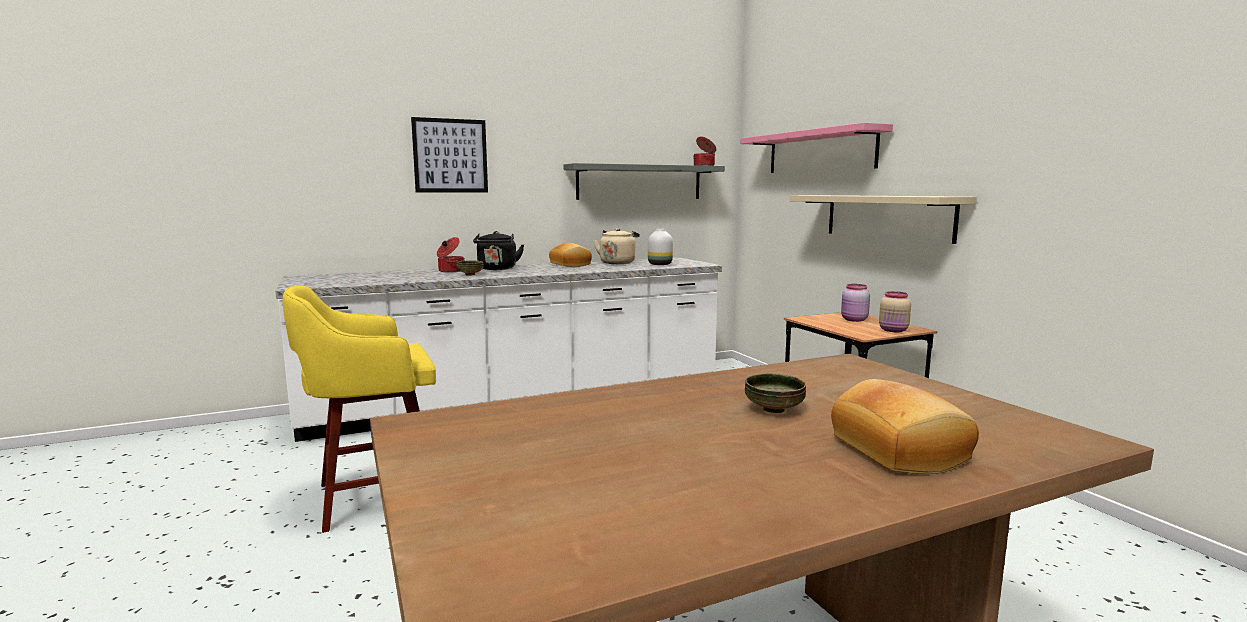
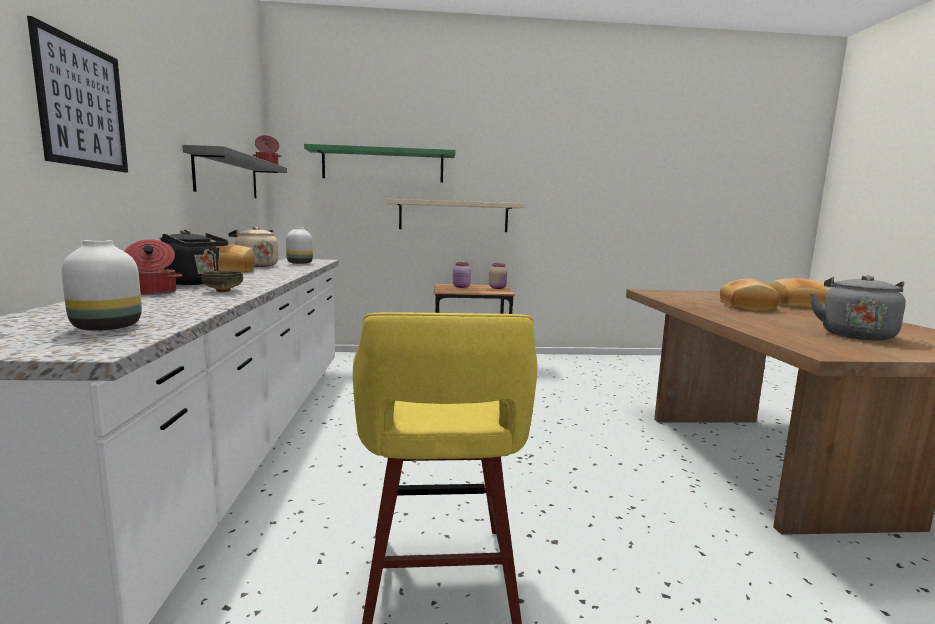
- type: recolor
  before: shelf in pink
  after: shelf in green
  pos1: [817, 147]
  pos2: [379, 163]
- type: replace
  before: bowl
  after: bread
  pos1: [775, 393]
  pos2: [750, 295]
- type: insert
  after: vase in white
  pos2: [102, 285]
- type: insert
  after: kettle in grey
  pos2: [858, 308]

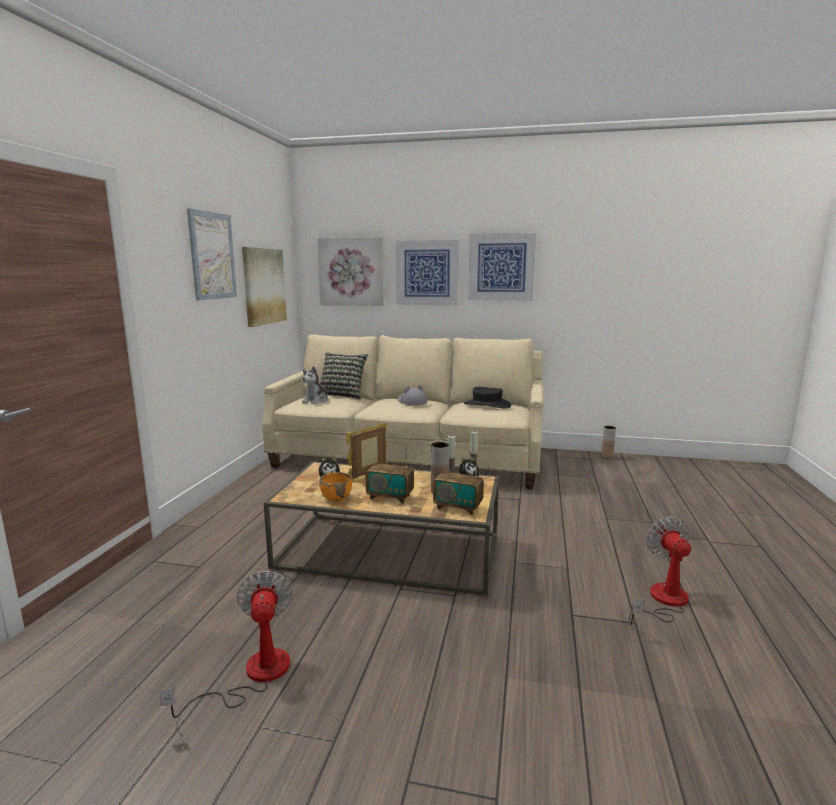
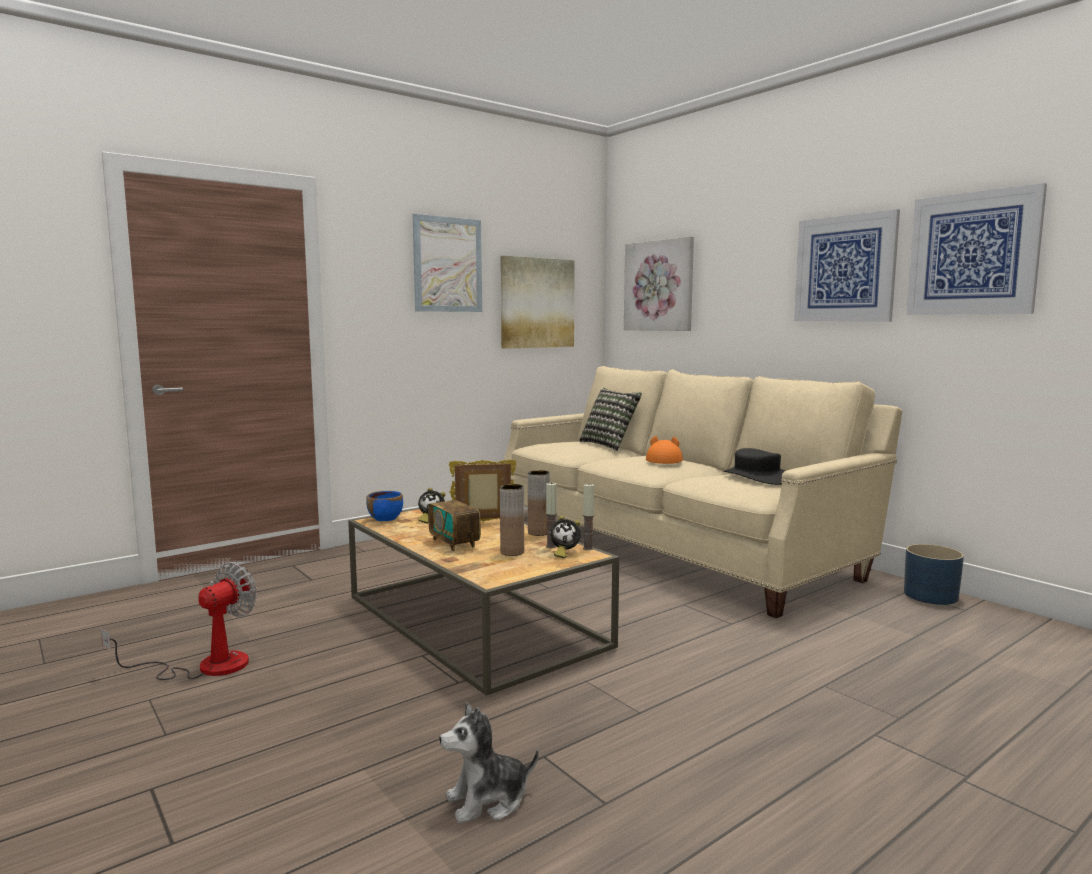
- type: move
  before: picture
  pos1: [427, 273]
  pos2: [976, 249]
- type: move
  before: plush toy
  pos1: [315, 385]
  pos2: [489, 763]
- type: recolor
  before: hat in grey
  after: hat in orange
  pos1: [412, 395]
  pos2: [664, 450]
- type: move
  before: vase in brown
  pos1: [608, 443]
  pos2: [539, 503]
- type: delete
  before: radio
  pos1: [458, 484]
- type: delete
  before: bowl in orange
  pos1: [336, 487]
- type: delete
  before: fan
  pos1: [659, 571]
- type: insert
  after: bowl in blue
  pos2: [384, 506]
- type: insert
  after: planter in blue
  pos2: [934, 574]

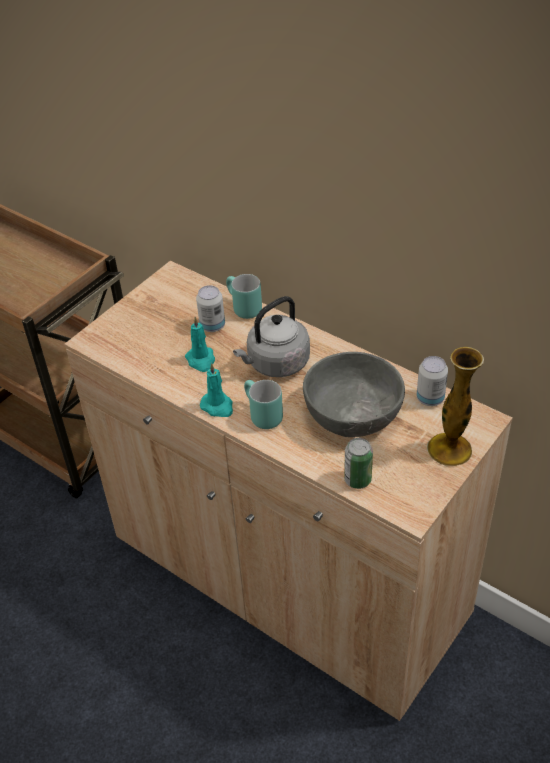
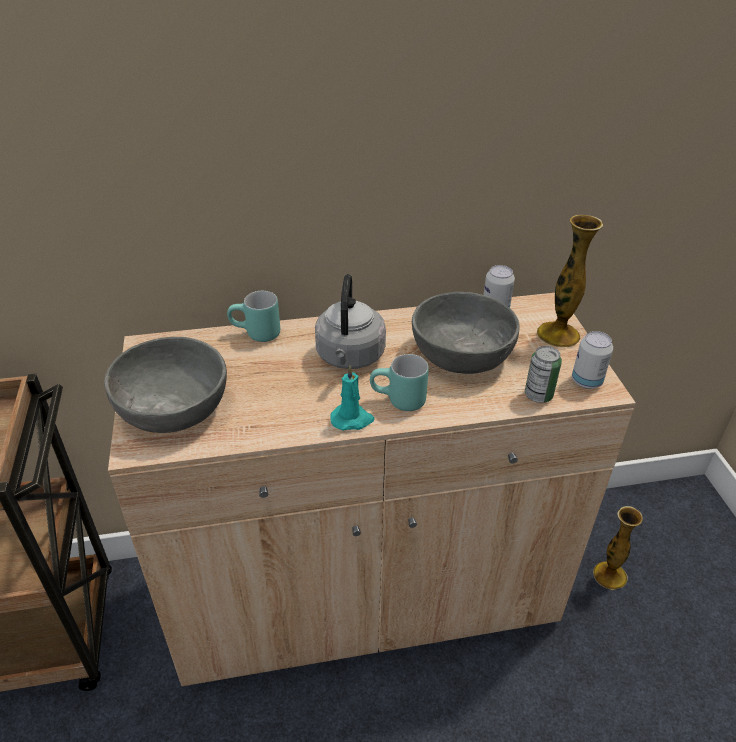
- type: move
  before: can
  pos1: [210, 308]
  pos2: [592, 360]
- type: delete
  before: candle in turquoise
  pos1: [200, 344]
- type: insert
  after: bowl in grey
  pos2: [165, 385]
- type: insert
  after: vase
  pos2: [618, 548]

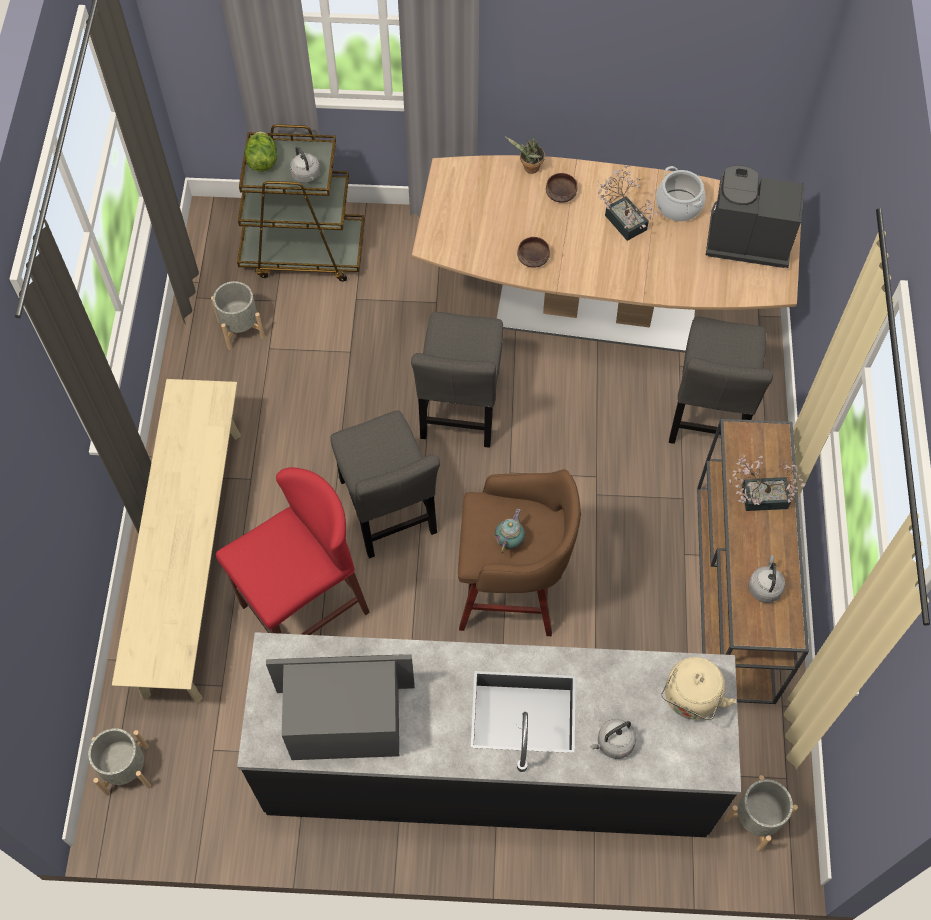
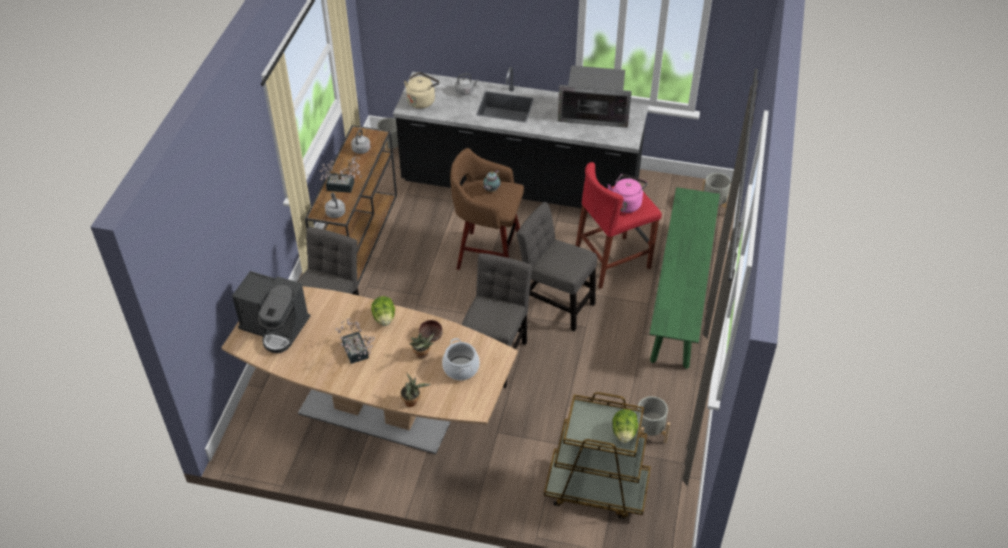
- type: move
  before: kettle in grey
  pos1: [305, 164]
  pos2: [335, 205]
- type: move
  before: cooking pot
  pos1: [681, 193]
  pos2: [461, 359]
- type: delete
  before: bowl in brown
  pos1: [561, 188]
- type: recolor
  before: bench in beige
  after: bench in green
  pos1: [176, 541]
  pos2: [685, 278]
- type: rotate
  before: chair in grey
  pos1: [385, 484]
  pos2: [556, 266]
  turn: -45
- type: insert
  after: kettle in pink
  pos2: [628, 193]
- type: insert
  after: lettuce
  pos2: [383, 311]
- type: insert
  after: potted plant
  pos2: [422, 346]

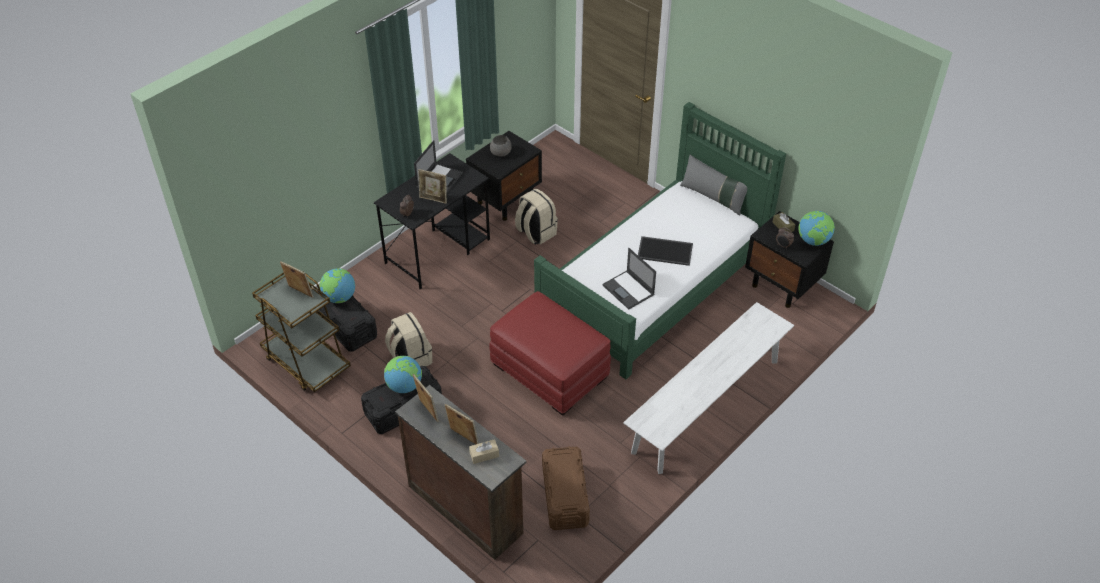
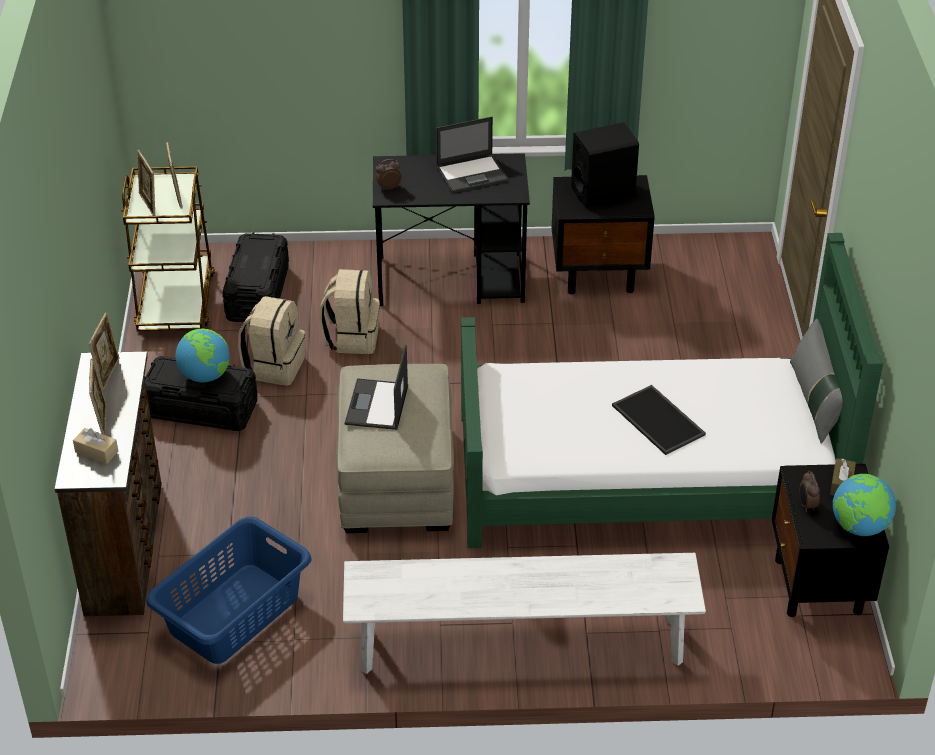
- type: replace
  before: bowl in grey
  after: speaker in black
  pos1: [501, 146]
  pos2: [605, 165]
- type: move
  before: picture frame
  pos1: [432, 186]
  pos2: [146, 183]
- type: move
  before: backpack in beige
  pos1: [536, 217]
  pos2: [349, 311]
- type: move
  before: laptop
  pos1: [629, 278]
  pos2: [376, 387]
- type: delete
  before: globe
  pos1: [337, 285]
- type: recolor
  before: ottoman in red
  after: ottoman in beige
  pos1: [550, 353]
  pos2: [395, 448]
- type: replace
  before: storage box in brown
  after: laundry basket in blue
  pos1: [566, 488]
  pos2: [229, 590]

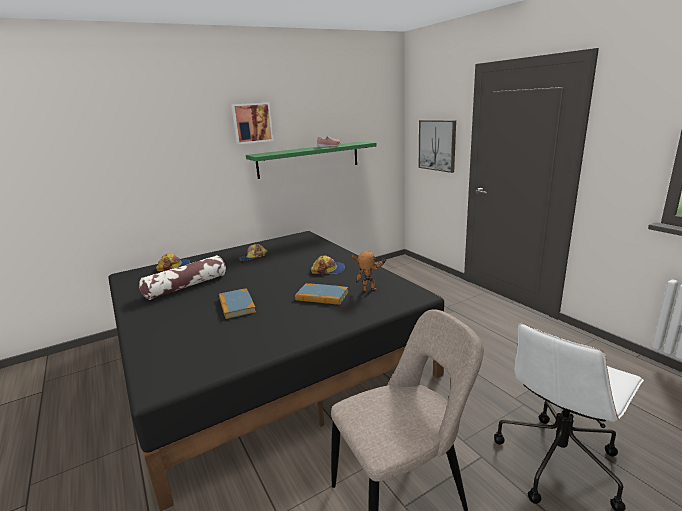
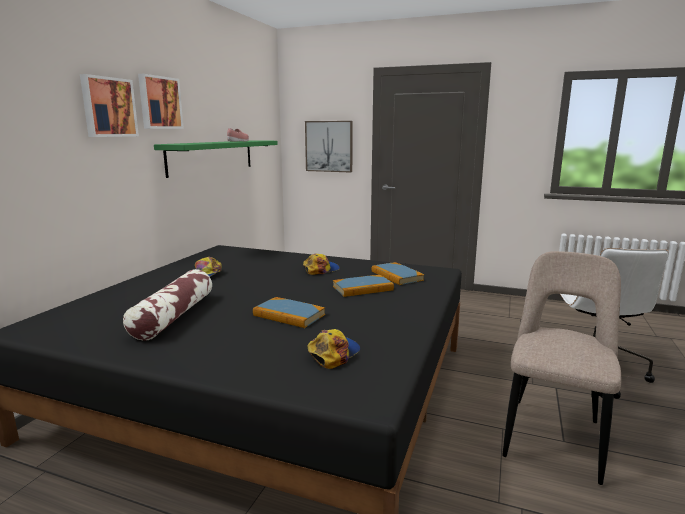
- type: replace
  before: toy robot
  after: book
  pos1: [369, 271]
  pos2: [397, 273]
- type: move
  before: cap
  pos1: [173, 262]
  pos2: [334, 349]
- type: insert
  after: picture
  pos2: [109, 105]

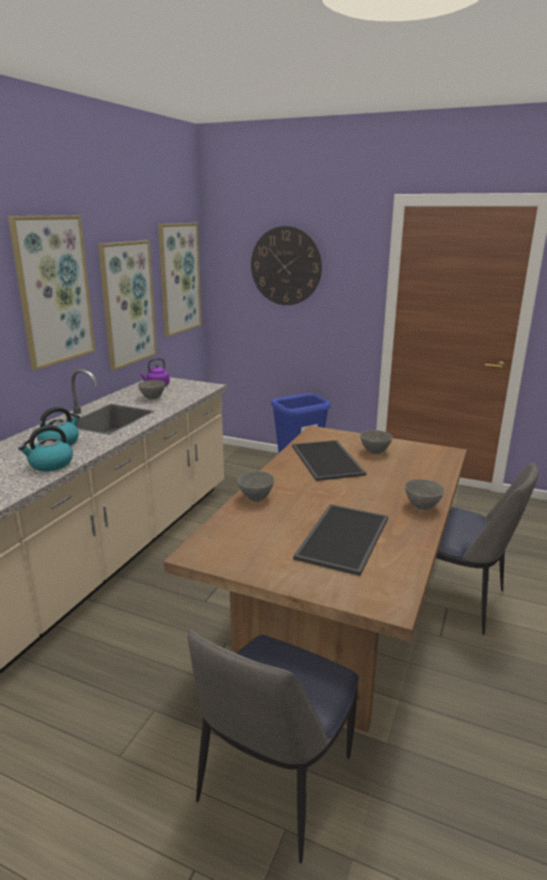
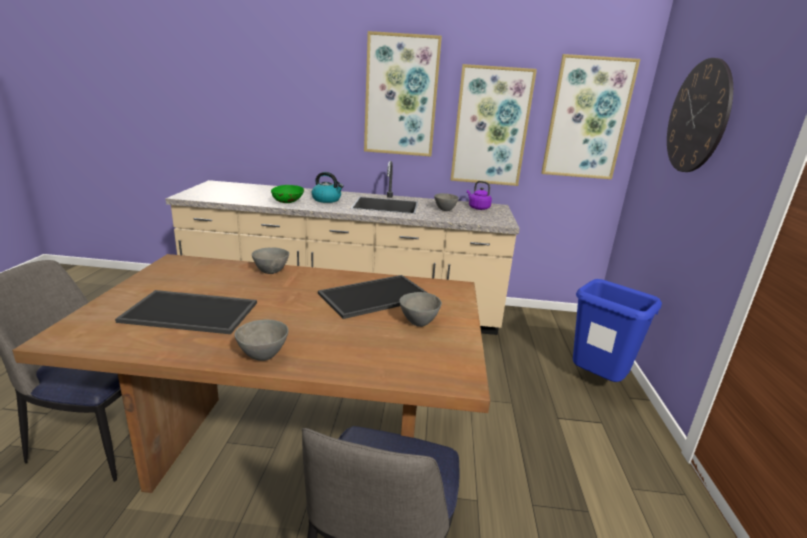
- type: replace
  before: kettle
  after: bowl in green
  pos1: [45, 448]
  pos2: [287, 194]

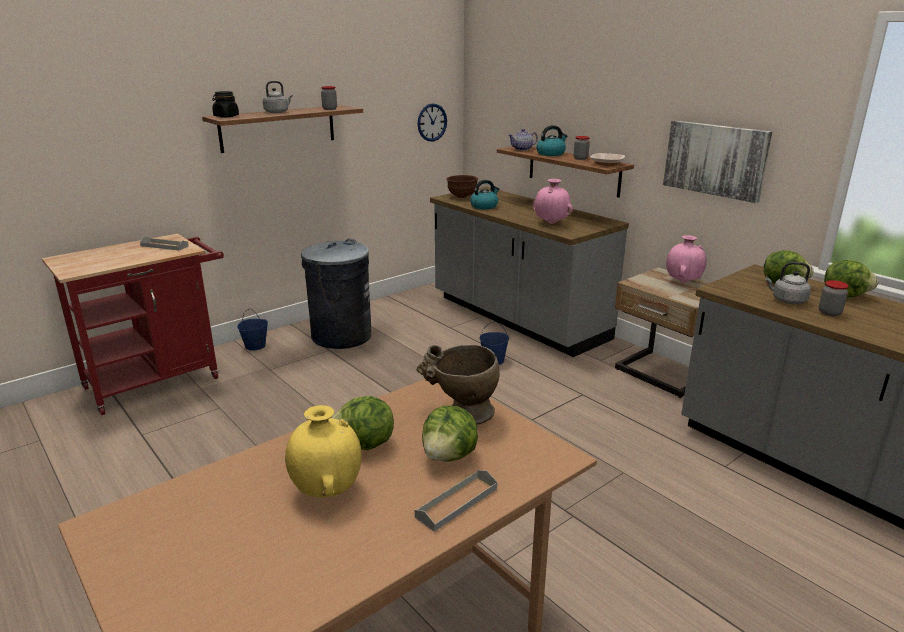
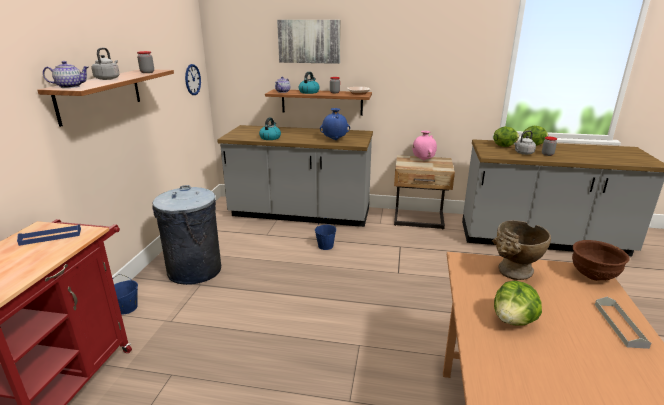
- type: replace
  before: jar in black
  after: teapot
  pos1: [225, 104]
  pos2: [66, 74]
- type: move
  before: picture
  pos1: [717, 161]
  pos2: [309, 42]
- type: move
  before: bowl in brown
  pos1: [462, 186]
  pos2: [601, 260]
- type: recolor
  before: vase in pink
  after: vase in blue
  pos1: [553, 201]
  pos2: [335, 124]
- type: recolor
  before: tray in grey
  after: tray in blue
  pos1: [164, 243]
  pos2: [49, 235]
- type: delete
  before: vase in yellow
  pos1: [323, 451]
- type: delete
  before: lettuce
  pos1: [450, 434]

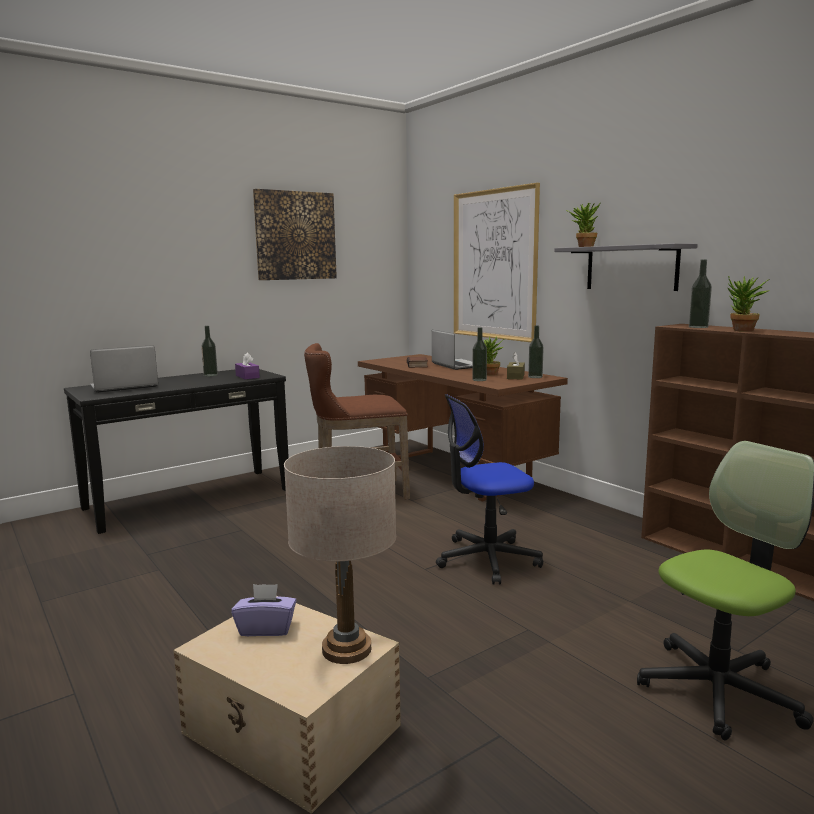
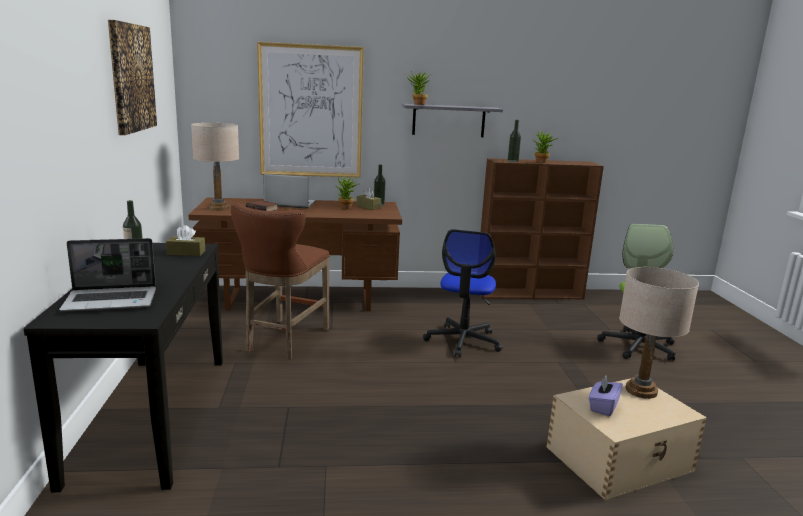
- type: delete
  before: bottle
  pos1: [479, 354]
- type: rotate
  before: laptop
  pos1: [124, 369]
  pos2: [107, 275]
  turn: -105
- type: recolor
  before: tissue box in purple
  after: tissue box in brown
  pos1: [247, 366]
  pos2: [185, 240]
- type: insert
  after: table lamp in beige
  pos2: [215, 167]

